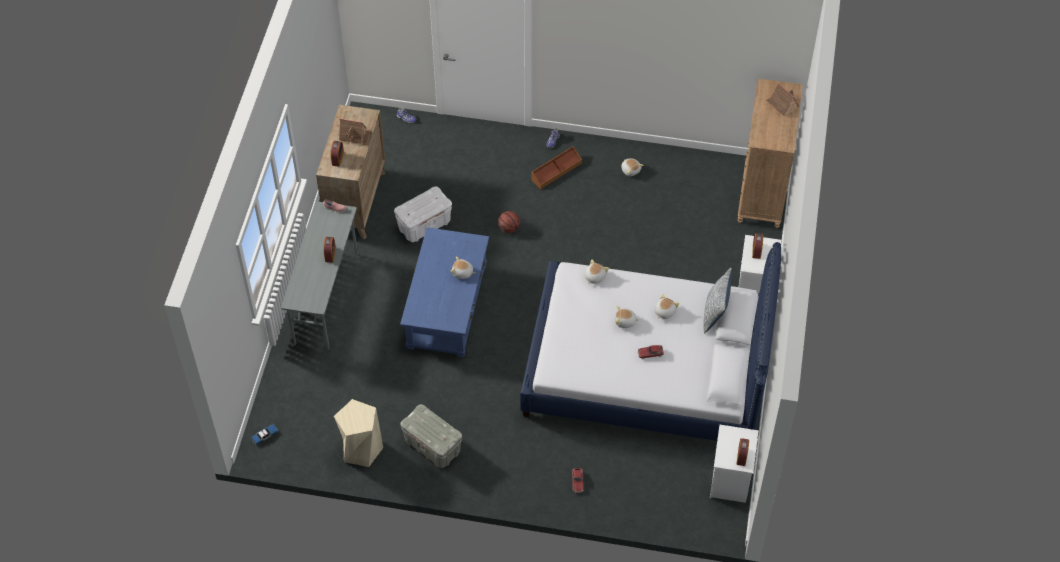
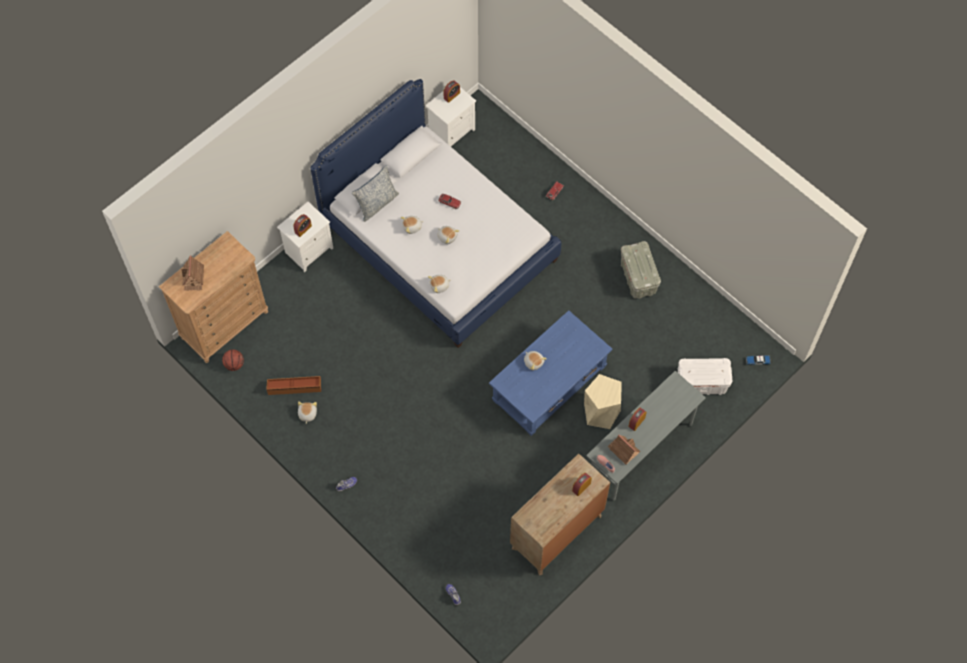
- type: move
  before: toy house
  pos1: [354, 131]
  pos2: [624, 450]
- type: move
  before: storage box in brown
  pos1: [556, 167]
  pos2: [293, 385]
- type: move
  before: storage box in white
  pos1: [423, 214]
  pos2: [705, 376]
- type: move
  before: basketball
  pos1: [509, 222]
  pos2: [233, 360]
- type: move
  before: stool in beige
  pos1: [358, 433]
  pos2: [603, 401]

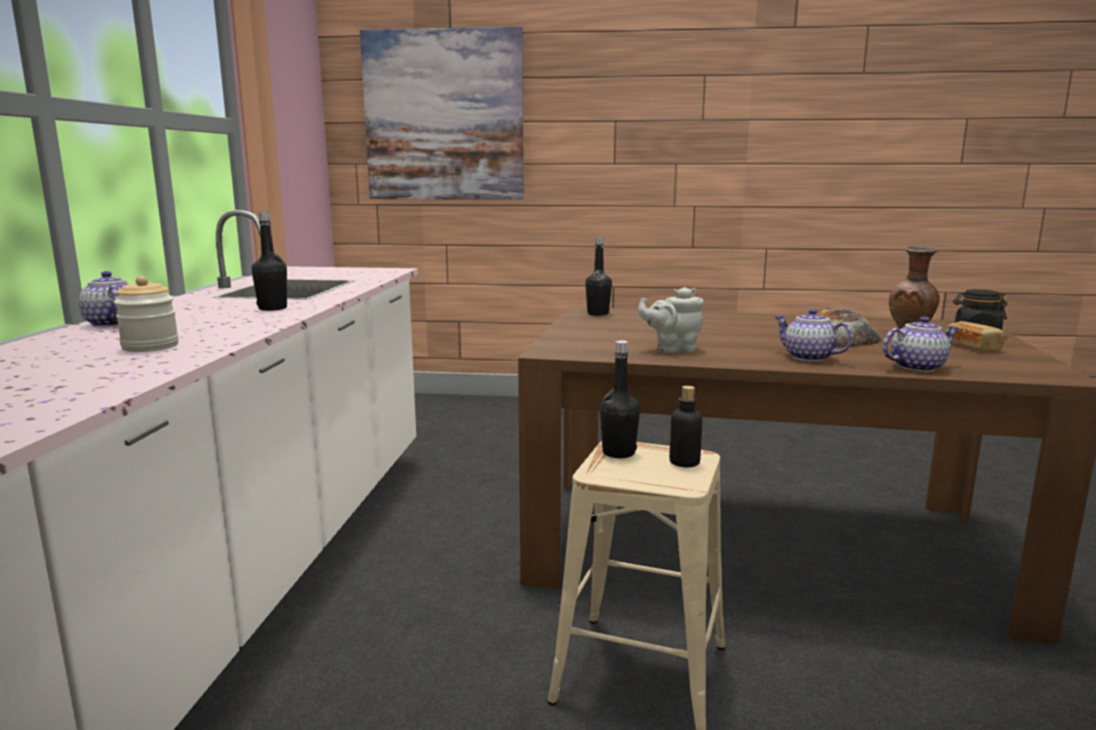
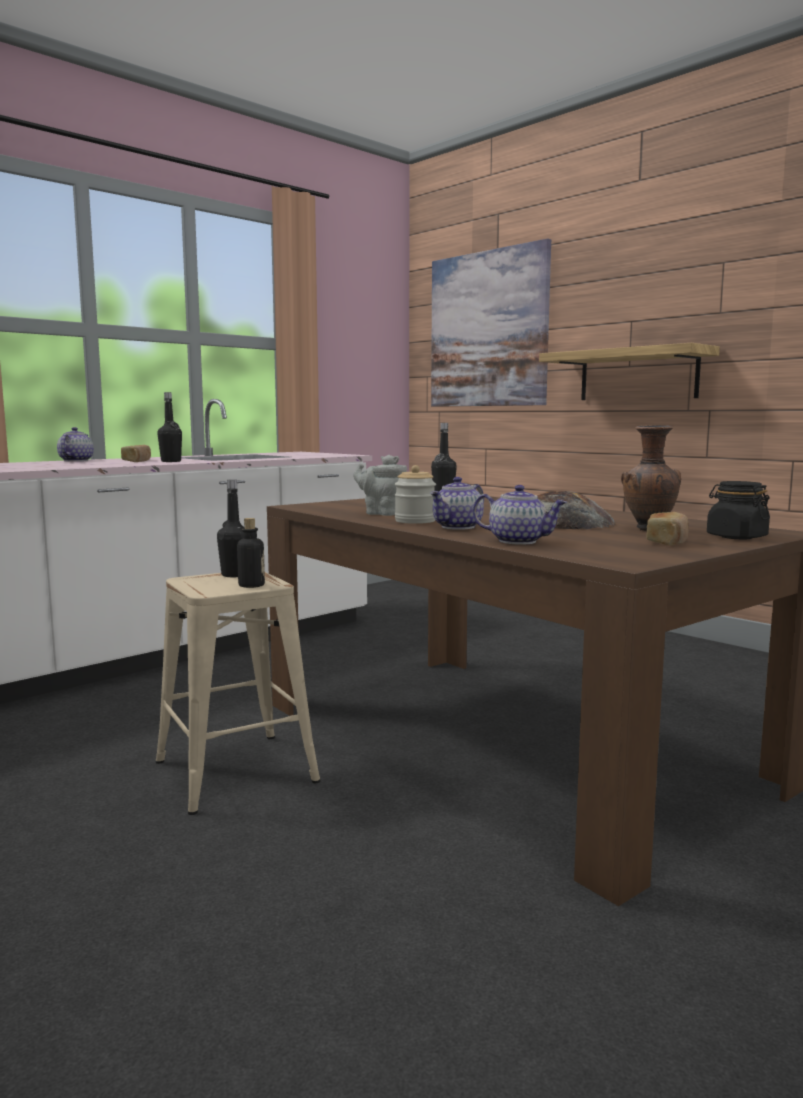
- type: move
  before: jar
  pos1: [146, 314]
  pos2: [415, 494]
- type: rotate
  before: teapot
  pos1: [813, 335]
  pos2: [457, 503]
  turn: -135
- type: insert
  after: shelf
  pos2: [629, 371]
- type: insert
  after: bread
  pos2: [136, 453]

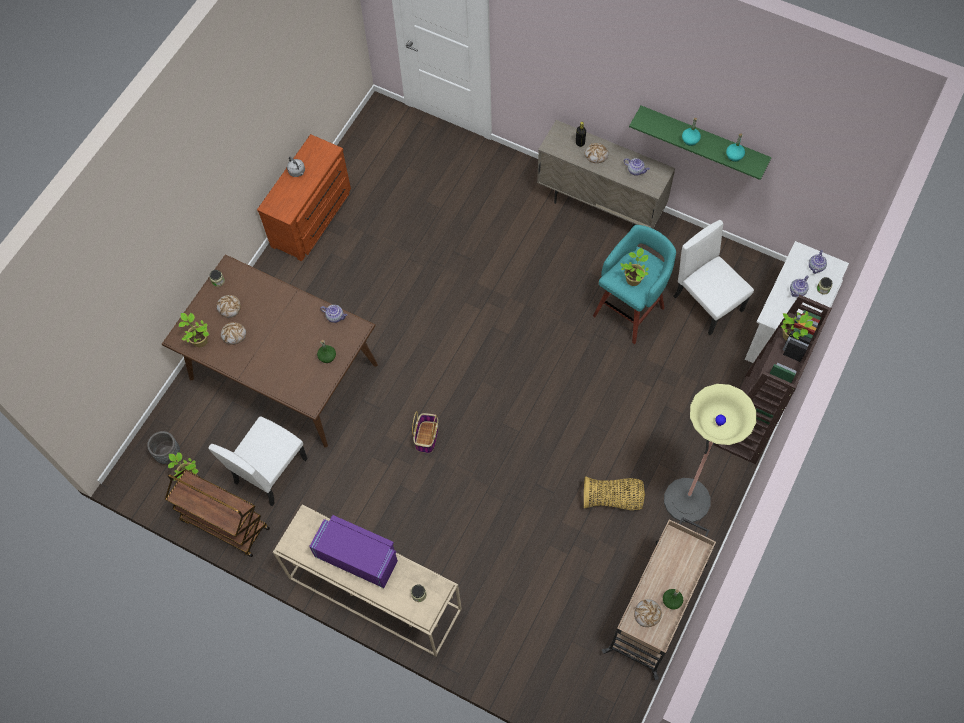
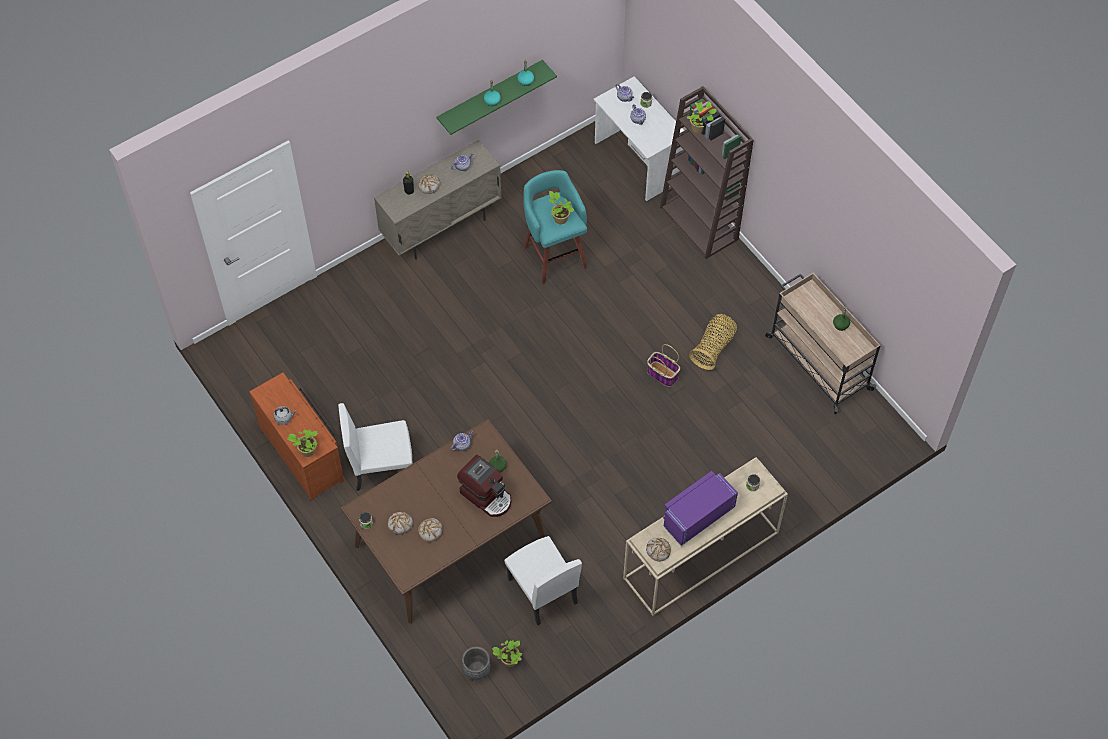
- type: move
  before: chair in white
  pos1: [713, 277]
  pos2: [375, 447]
- type: move
  before: potted plant
  pos1: [194, 330]
  pos2: [302, 443]
- type: delete
  before: floor lamp
  pos1: [710, 453]
- type: move
  before: basket
  pos1: [425, 432]
  pos2: [663, 365]
- type: delete
  before: cart in brown
  pos1: [217, 513]
- type: move
  before: bread
  pos1: [648, 613]
  pos2: [658, 550]
- type: insert
  after: coffee machine
  pos2: [484, 485]

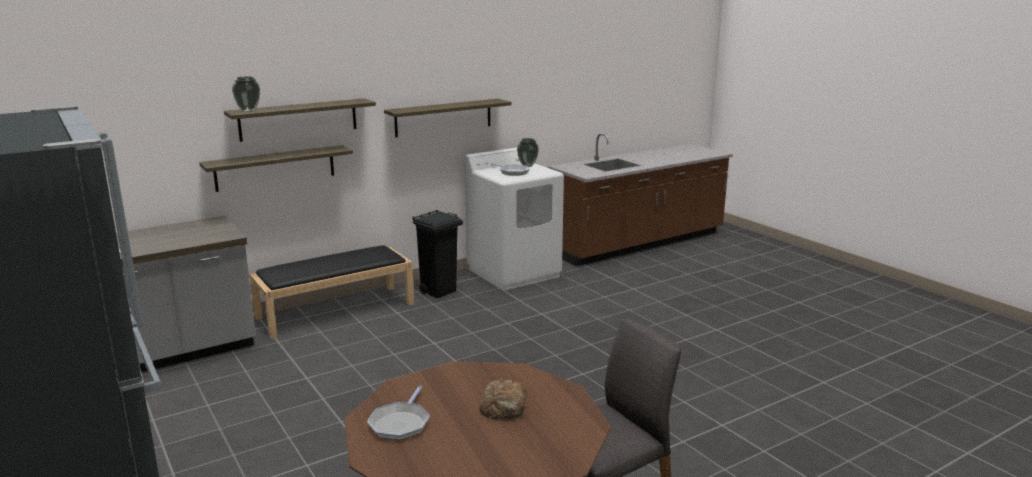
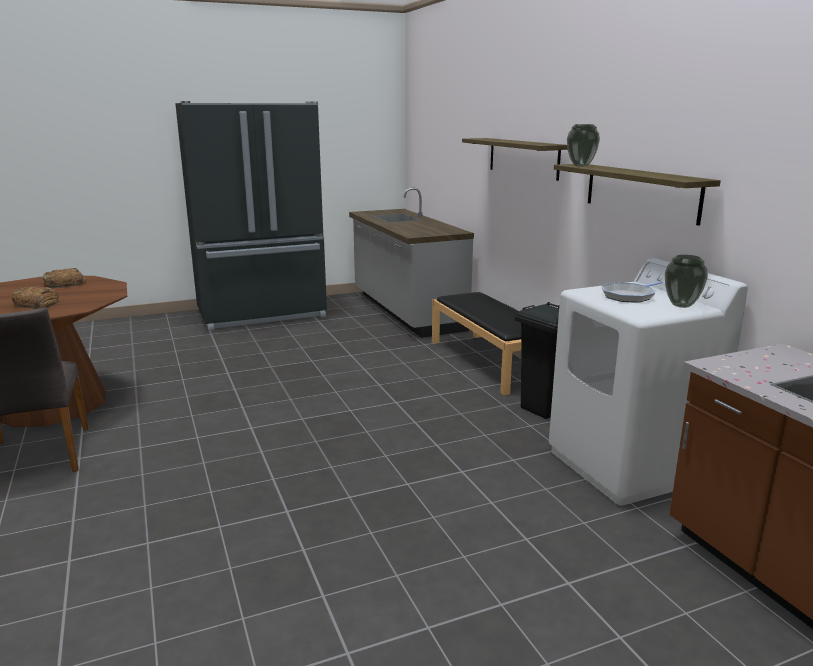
- type: move
  before: vase
  pos1: [246, 94]
  pos2: [583, 145]
- type: delete
  before: shelf
  pos1: [276, 168]
- type: replace
  before: frying pan
  after: bread
  pos1: [398, 413]
  pos2: [64, 278]

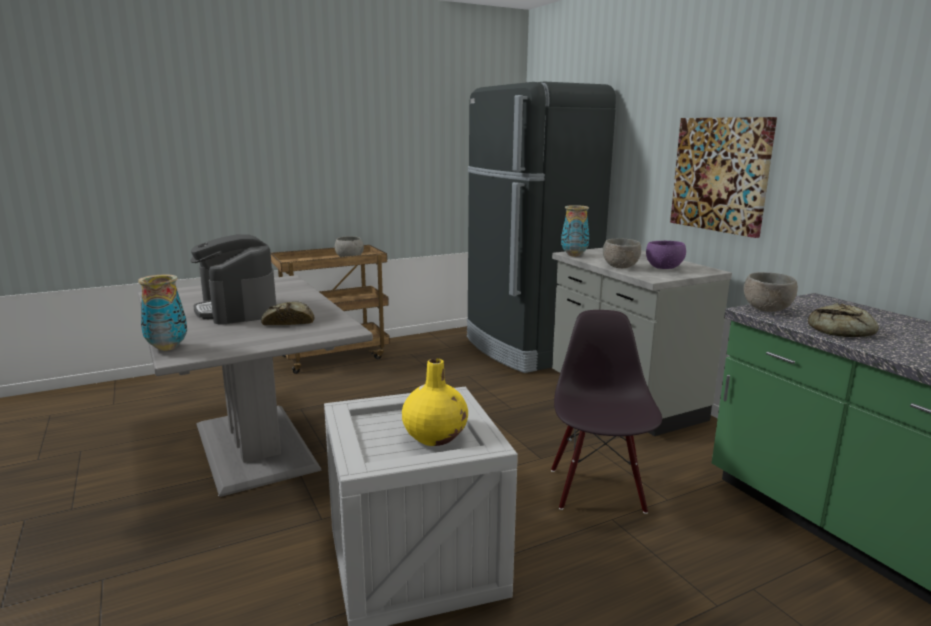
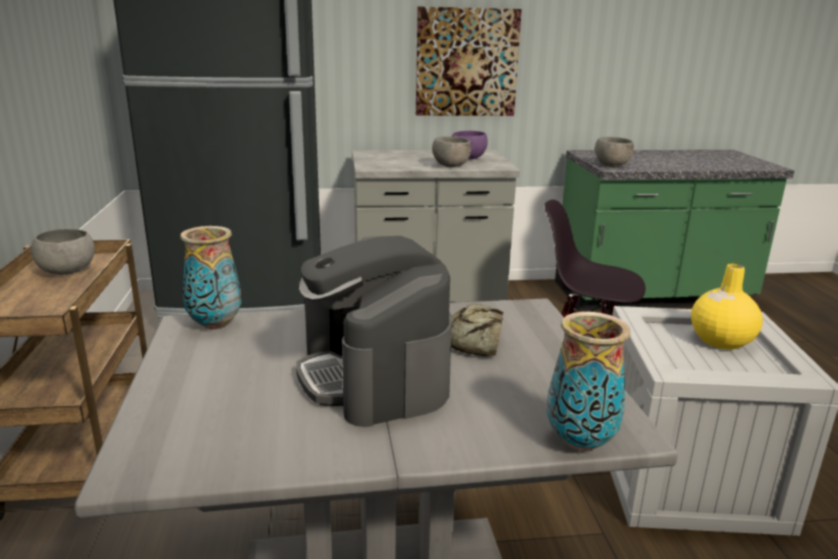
- type: move
  before: vase
  pos1: [575, 230]
  pos2: [210, 277]
- type: rotate
  before: coffee machine
  pos1: [233, 279]
  pos2: [374, 331]
  turn: 75
- type: delete
  before: bread
  pos1: [843, 320]

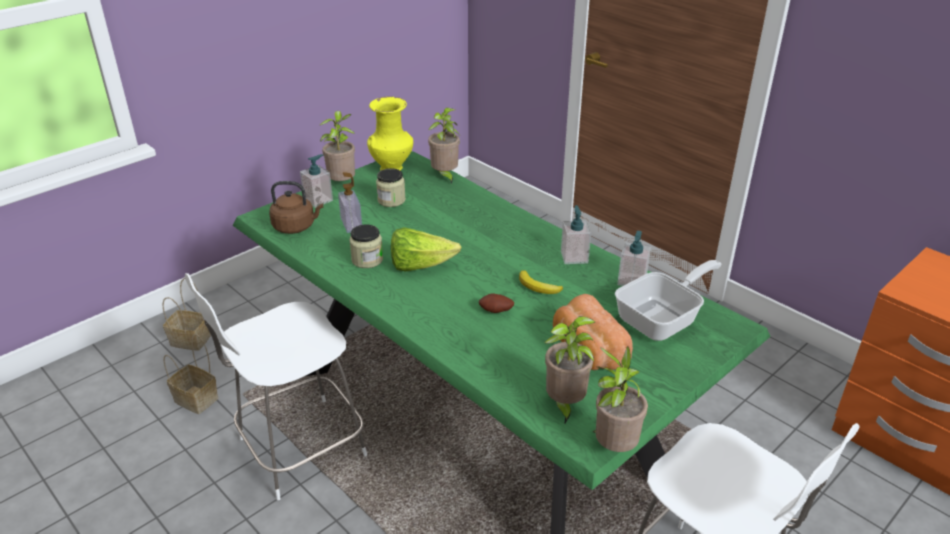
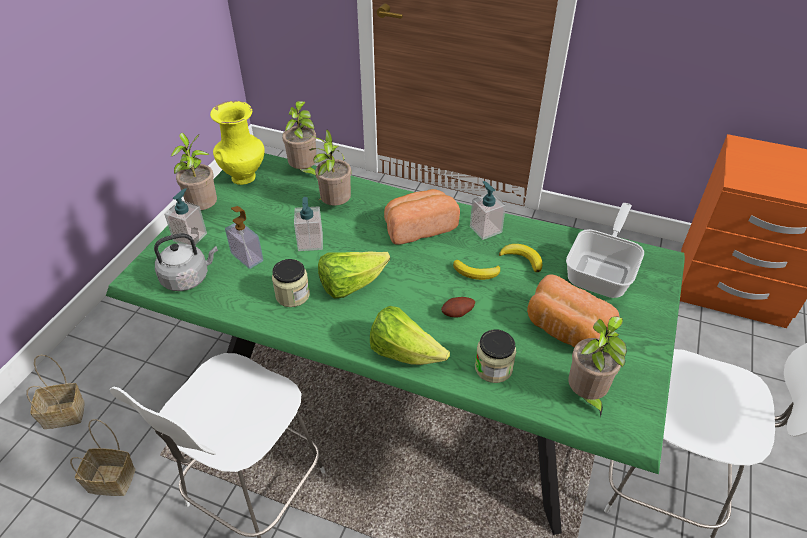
- type: move
  before: jar
  pos1: [391, 187]
  pos2: [495, 356]
- type: recolor
  before: kettle in brown
  after: kettle in grey
  pos1: [296, 207]
  pos2: [186, 262]
- type: move
  before: soap dispenser
  pos1: [634, 258]
  pos2: [308, 224]
- type: move
  before: potted plant
  pos1: [620, 399]
  pos2: [330, 167]
- type: insert
  after: bread
  pos2: [422, 217]
- type: insert
  after: banana
  pos2: [520, 258]
- type: insert
  after: lettuce
  pos2: [410, 335]

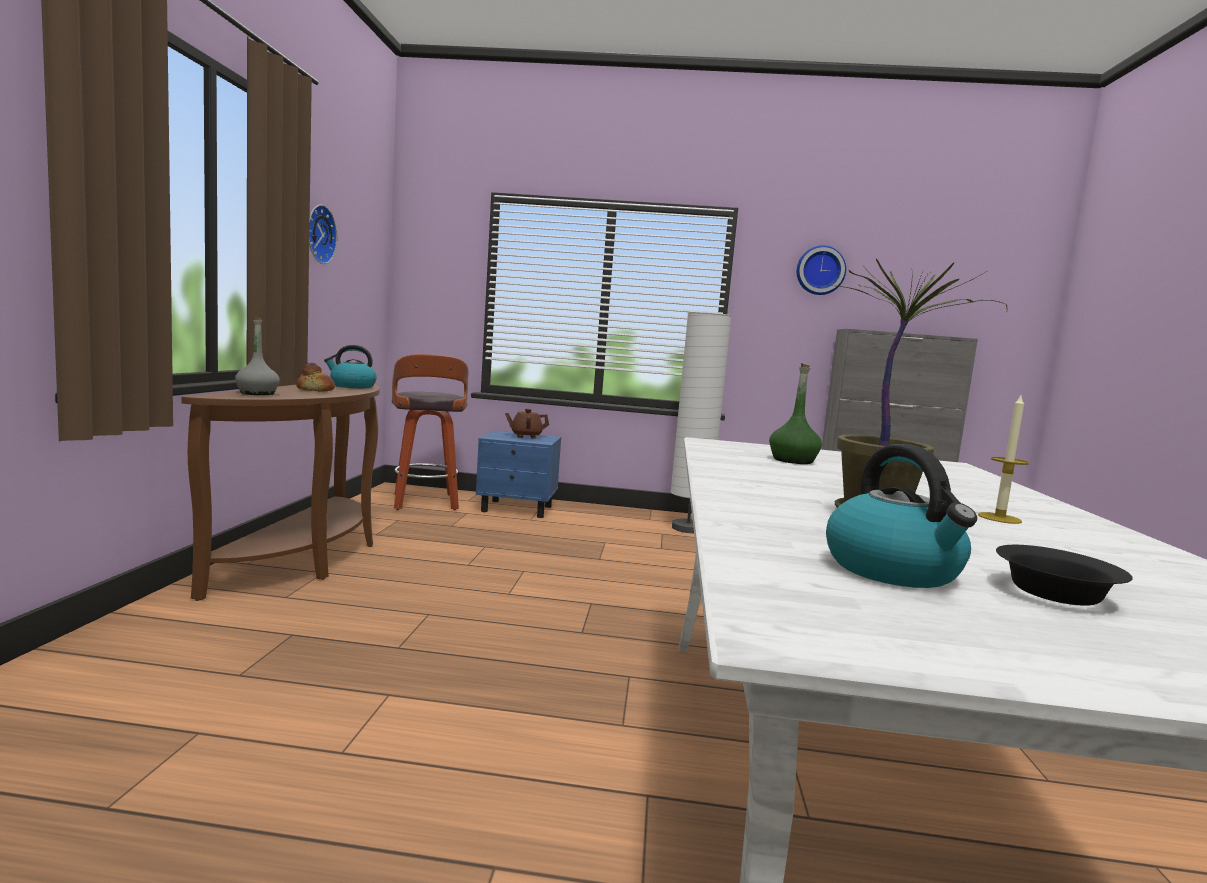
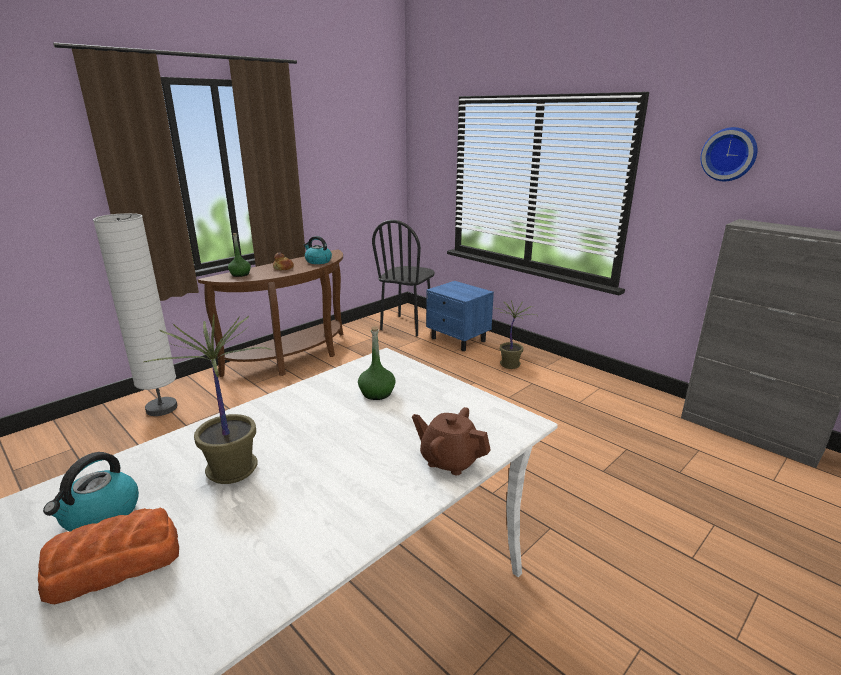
- type: delete
  before: wall clock
  pos1: [323, 234]
- type: move
  before: floor lamp in white
  pos1: [701, 422]
  pos2: [135, 314]
- type: recolor
  before: bottle in grey
  after: bottle in green
  pos1: [257, 356]
  pos2: [239, 255]
- type: replace
  before: stool
  after: chair in black
  pos1: [430, 432]
  pos2: [403, 278]
- type: delete
  before: candle
  pos1: [1003, 459]
- type: move
  before: teapot in brown
  pos1: [527, 424]
  pos2: [451, 441]
- type: replace
  before: bowl in black
  after: bread
  pos1: [1064, 575]
  pos2: [108, 556]
- type: insert
  after: potted plant
  pos2: [517, 334]

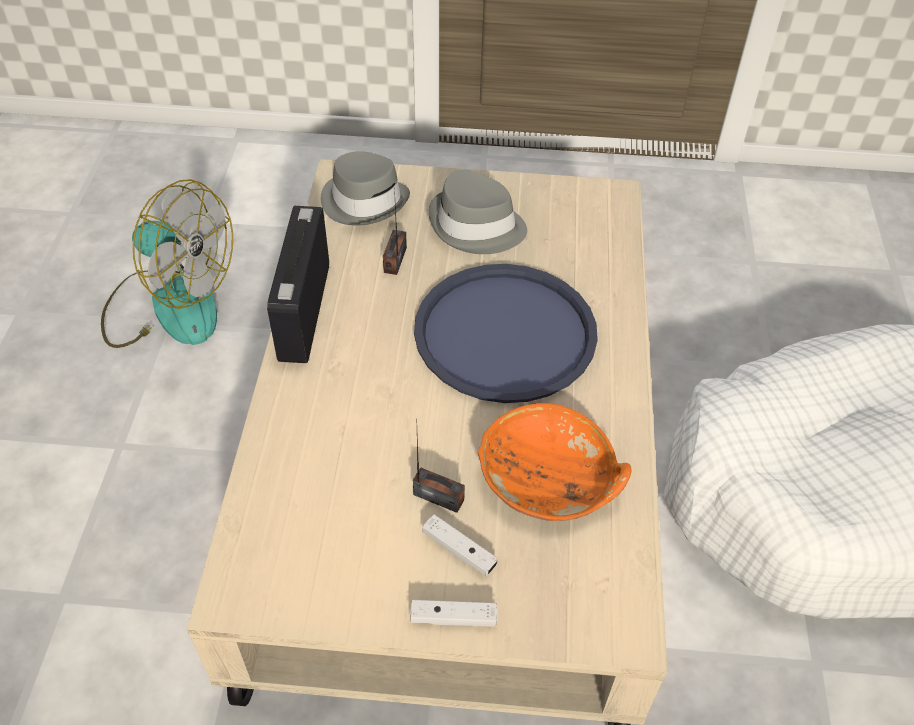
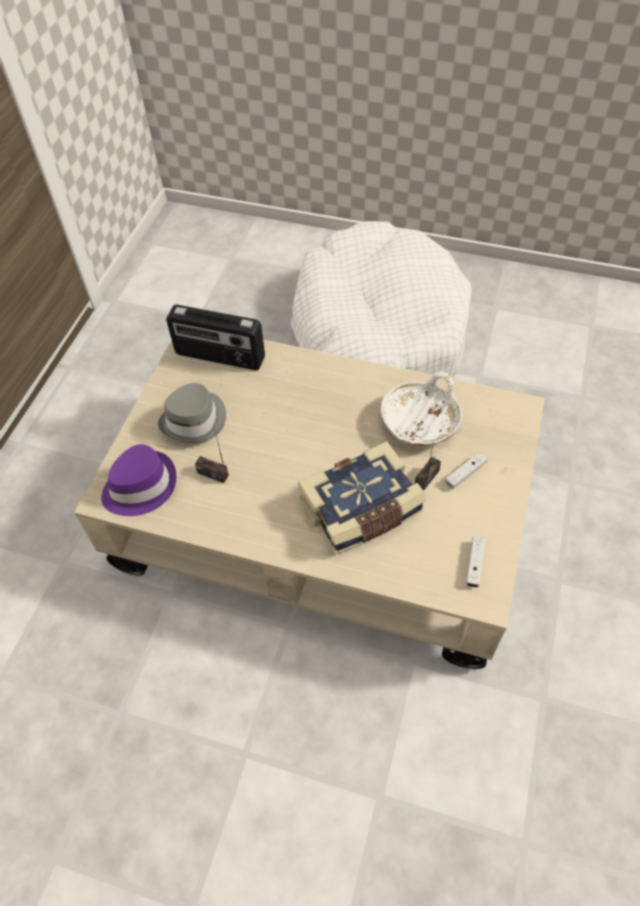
- type: recolor
  before: hat in grey
  after: hat in purple
  pos1: [365, 188]
  pos2: [138, 480]
- type: delete
  before: fan
  pos1: [167, 263]
- type: move
  before: radio
  pos1: [298, 284]
  pos2: [215, 337]
- type: delete
  before: tray in blue
  pos1: [506, 333]
- type: recolor
  before: bowl in orange
  after: bowl in white
  pos1: [555, 462]
  pos2: [421, 409]
- type: move
  before: game controller in white
  pos1: [453, 613]
  pos2: [476, 561]
- type: insert
  after: book
  pos2: [362, 497]

